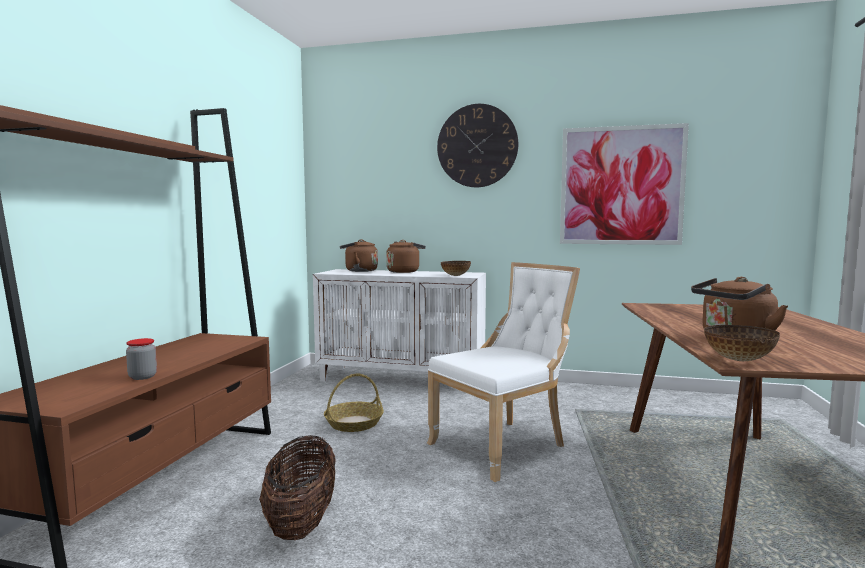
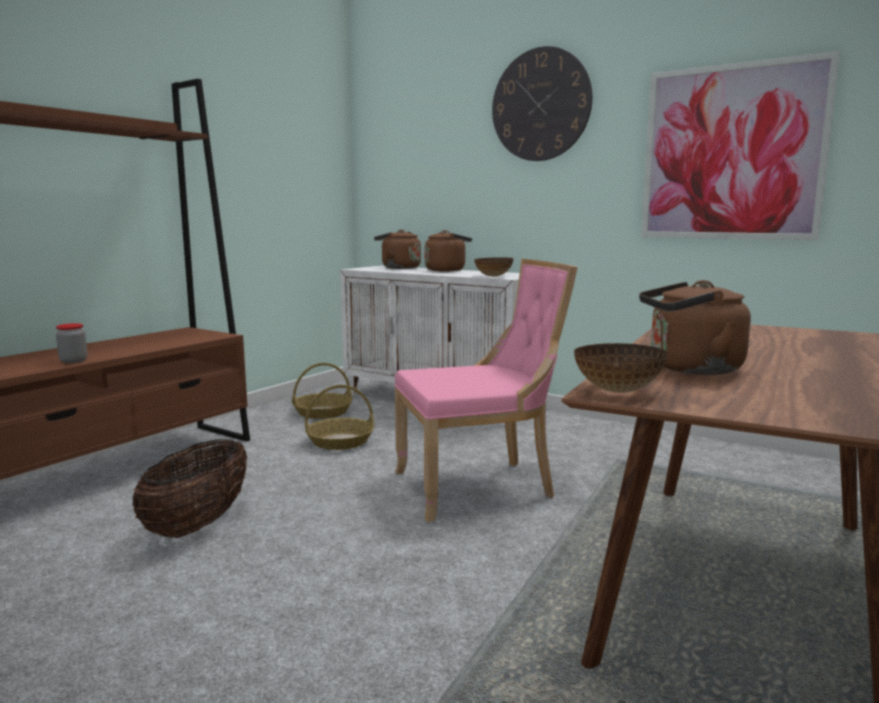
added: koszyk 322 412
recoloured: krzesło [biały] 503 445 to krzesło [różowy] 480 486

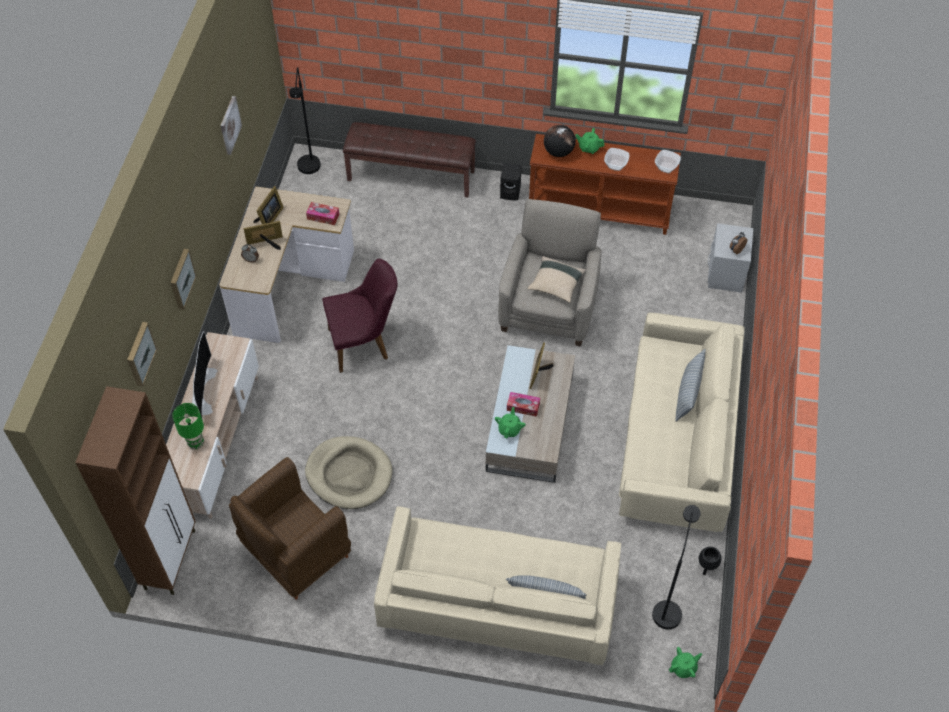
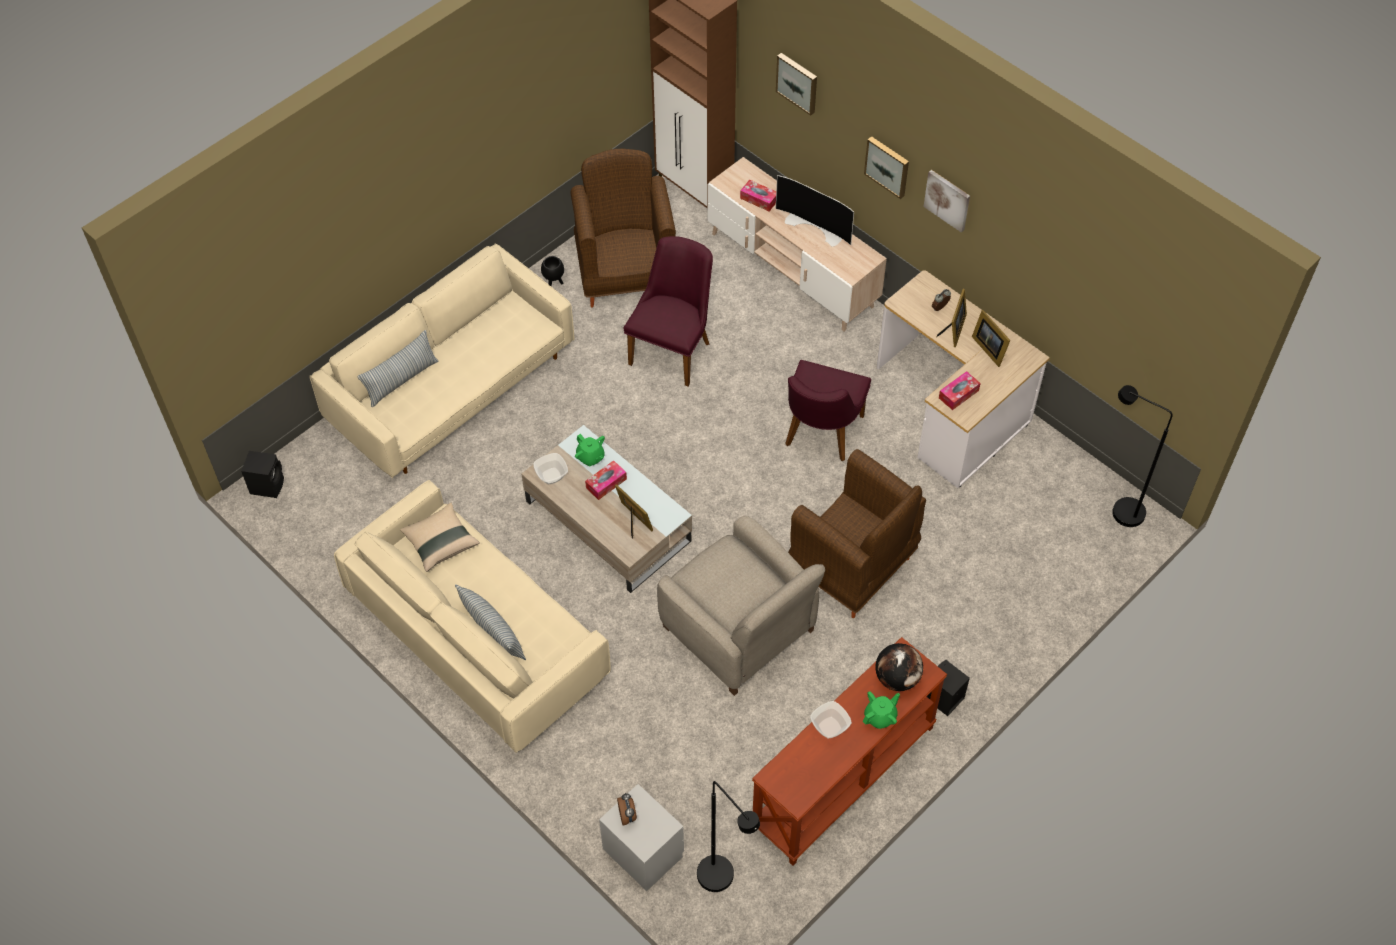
removed: ławka [brązowy] 411 175
added: fotel [brązowy] 852 568
moved: obraz 229 125 to 947 200; poduszka [beżowy] 555 285 to 440 543; lampa stojąca [czarny] 667 607 to 723 881; miska 666 167 to 552 476; donica [czarny] 706 568 to 554 283
replaced: lampa stołowa [zielony] 196 443 to pudełko chusteczek 759 199; legowisko [beżowy] 349 474 to krzesło [fioletowy] 674 348; imbryk [zielony] 683 668 to głośnik [czarny] 268 485

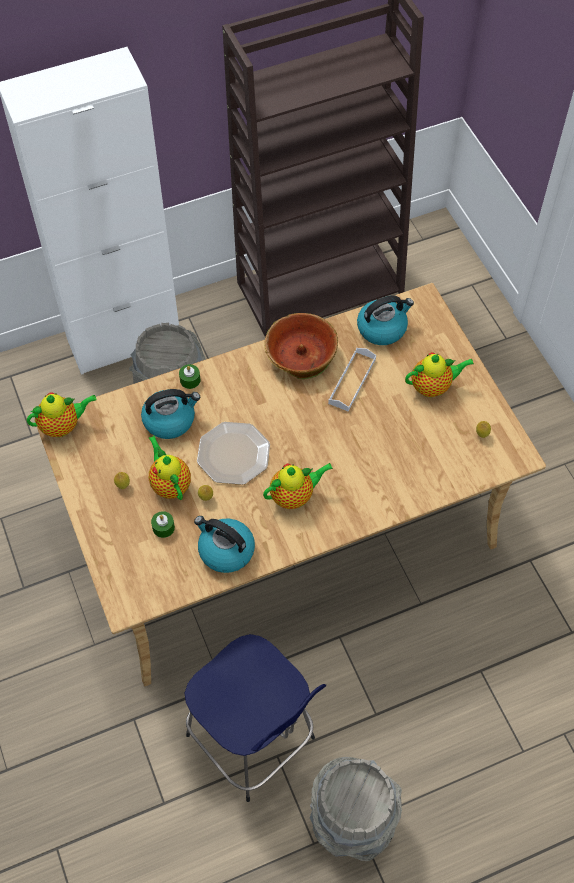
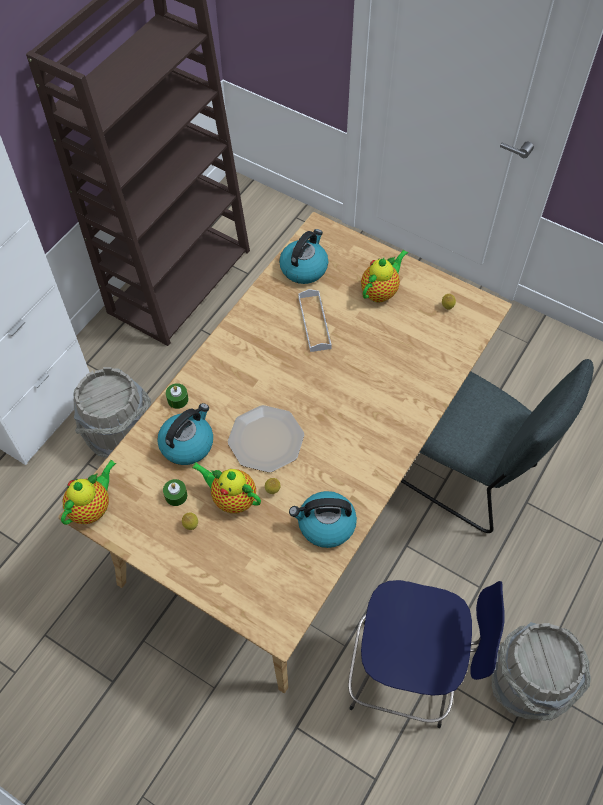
removed: imbryk 294 496; miska 301 355
added: krzesło [szary] 467 474
moved: świeca [zielony] 163 527 to 176 495

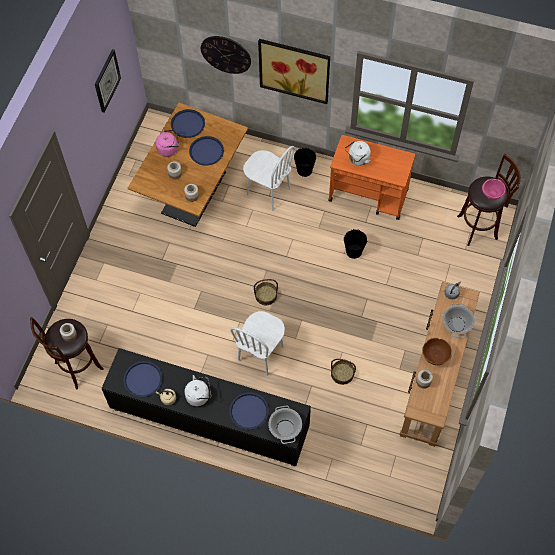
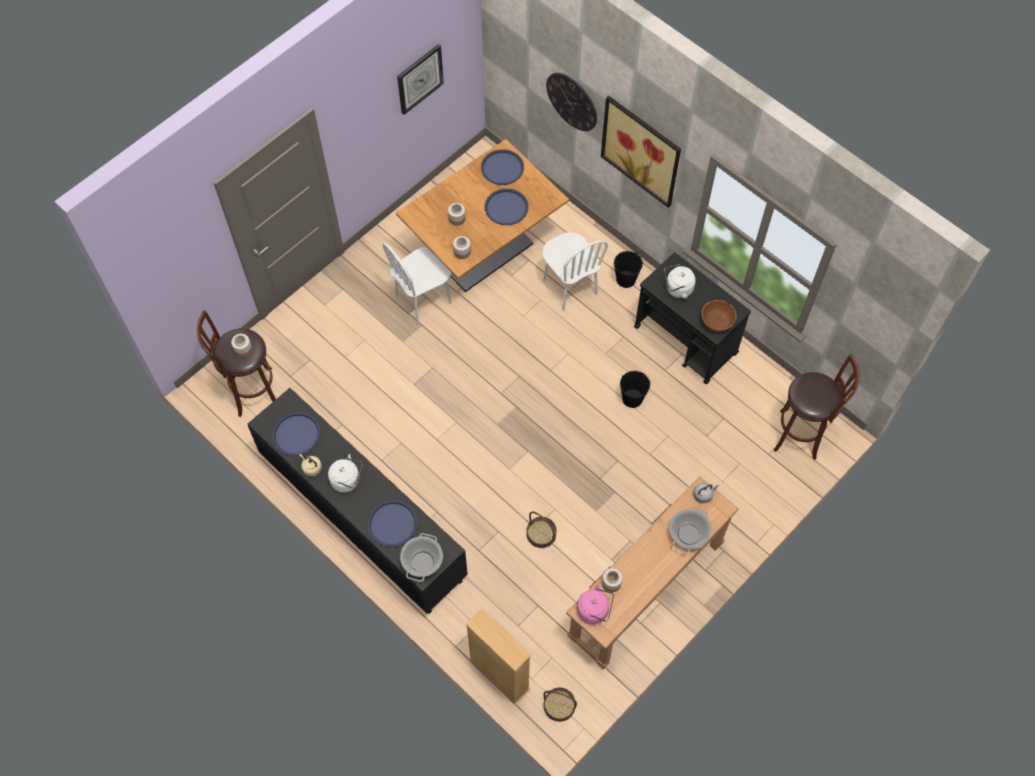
removed: miska [różowy] 491 195
added: regał [beżowy] 499 675
moved: czajnik [różowy] 169 149 to 595 610; krzesło [biały] 261 353 to 423 300; koszyk 266 295 to 559 706; miska [brązowy] 435 356 to 716 322
recoloured: wózek [pomarańczowy] 369 195 to wózek [czarny] 686 341

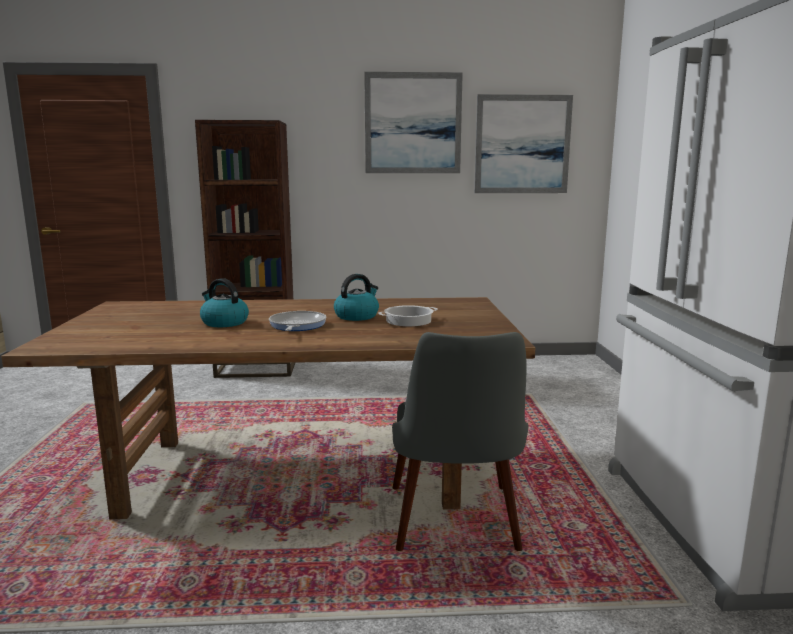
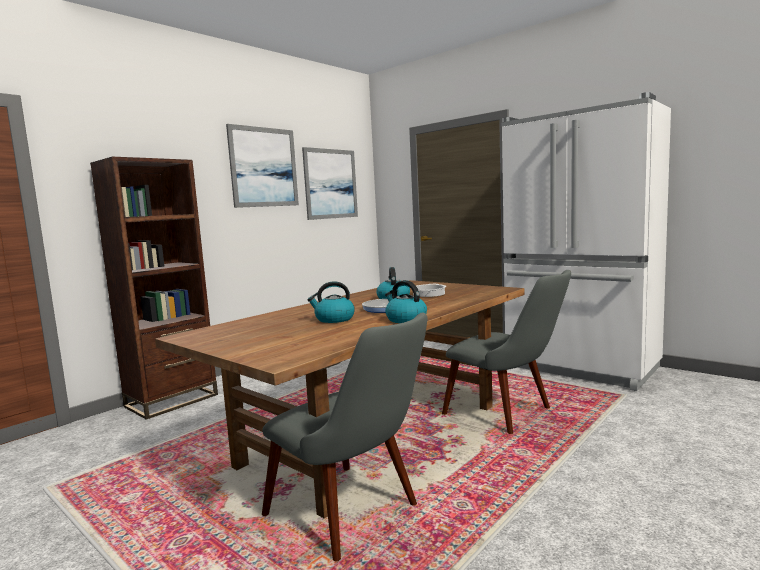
added: krzesło [szary] 355 516; czajnik 405 319

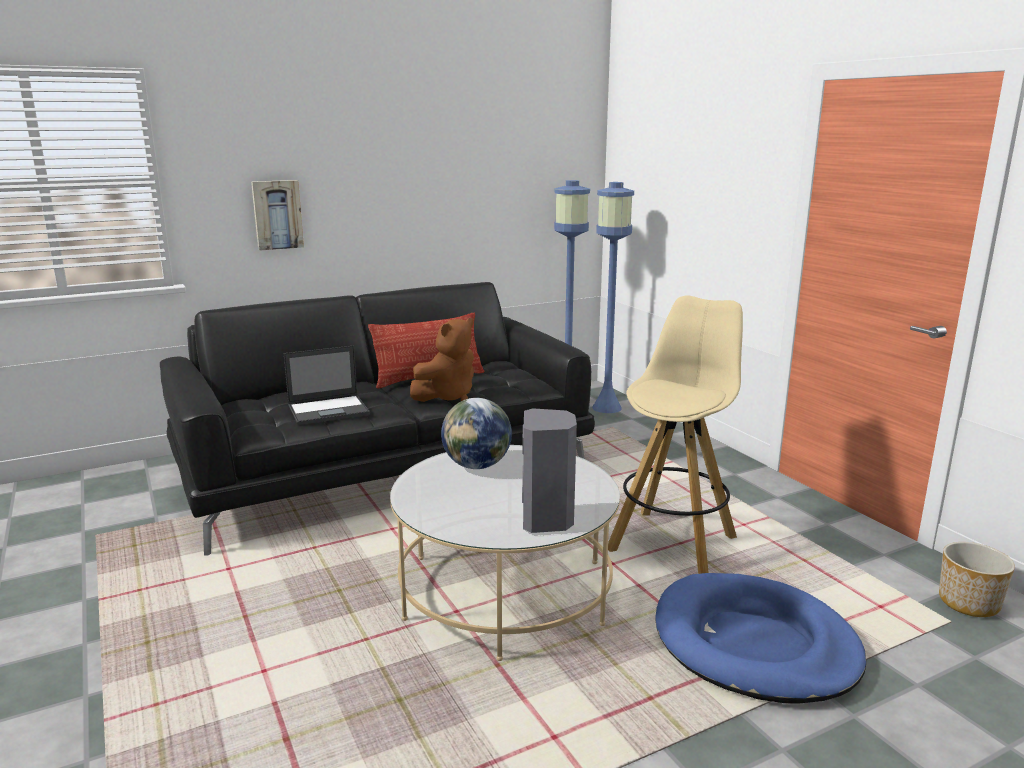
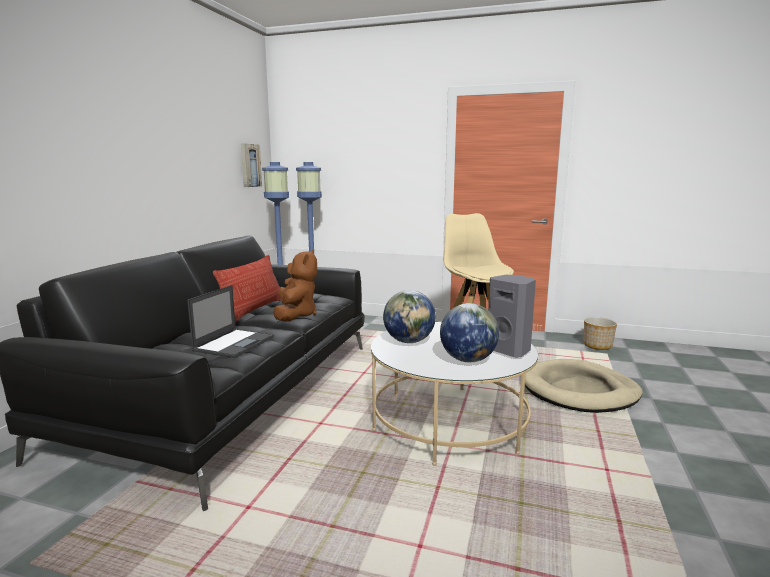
added: globus 467 360
moved: obraz 277 214 to 250 165
recoloured: legowisko [niebieski] 754 644 to legowisko [beżowy] 579 391

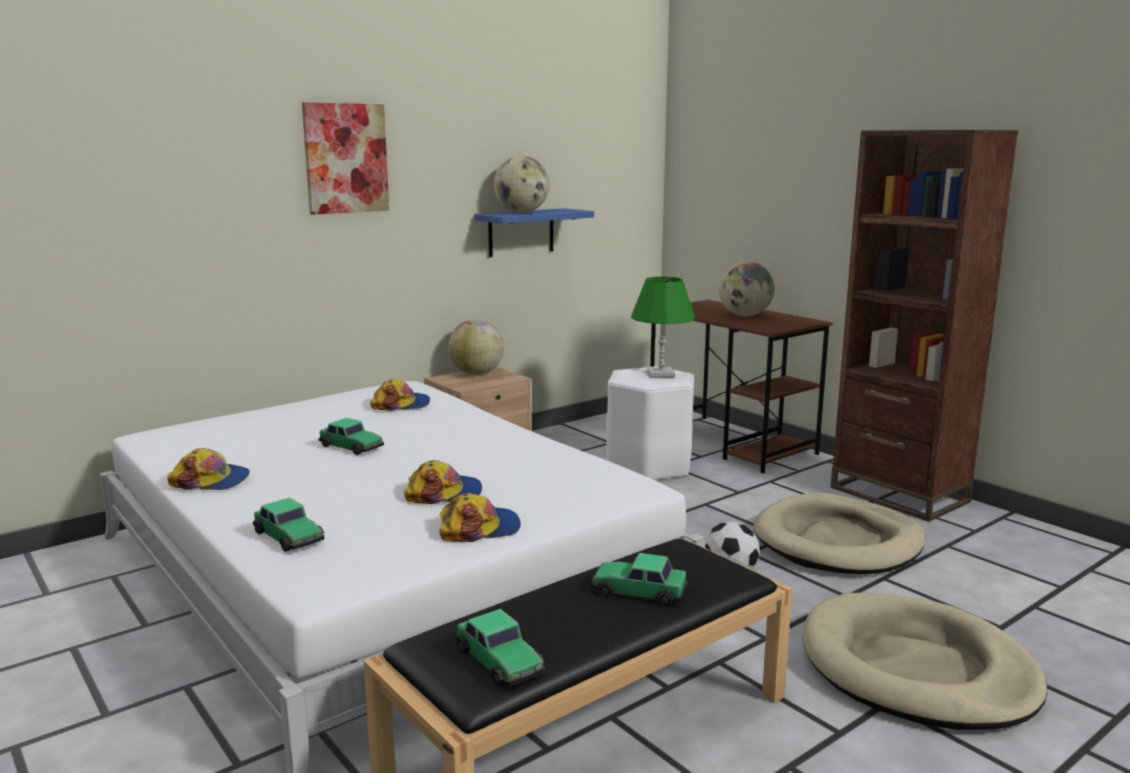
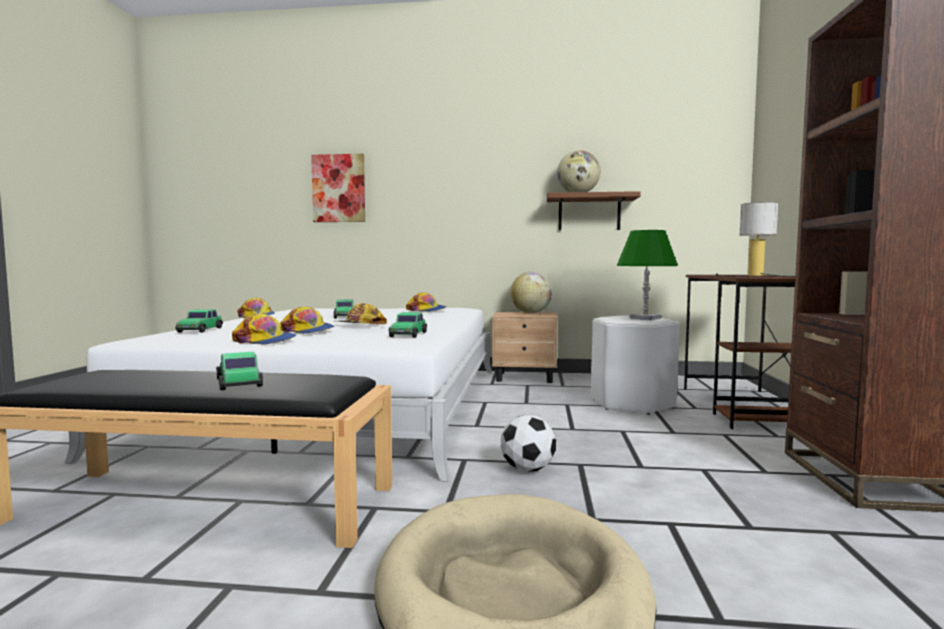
removed: legowisko [beżowy] 838 542
added: czapka z daszkiem 358 325
moved: obraz 346 158 to 339 188; samochodzik 499 661 to 408 334
replaced: globus 744 315 to lampa stołowa 758 276
recoloured: półka [niebieski] 521 232 to półka [brązowy] 589 213

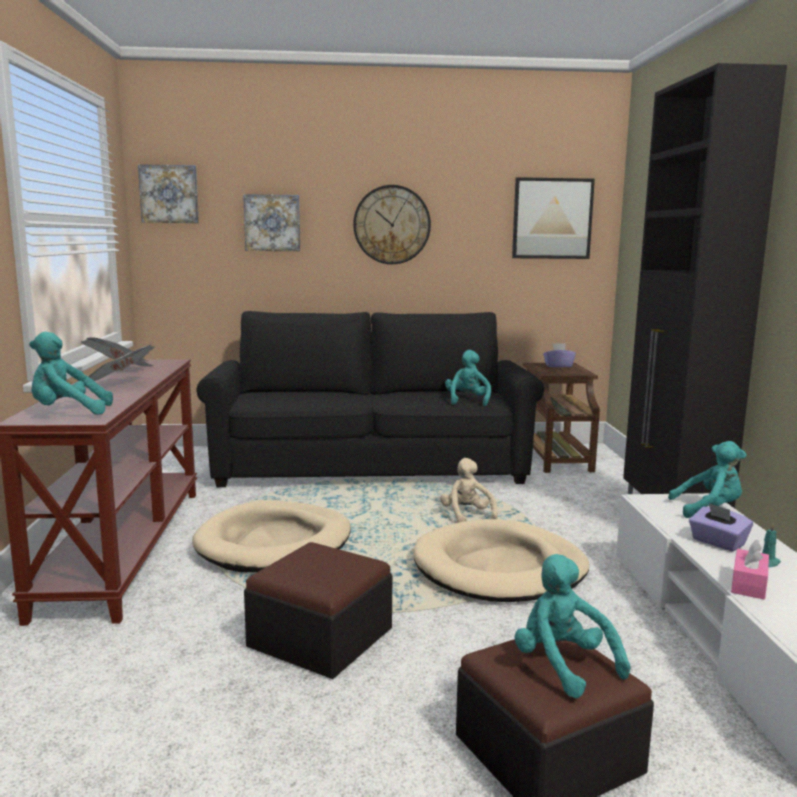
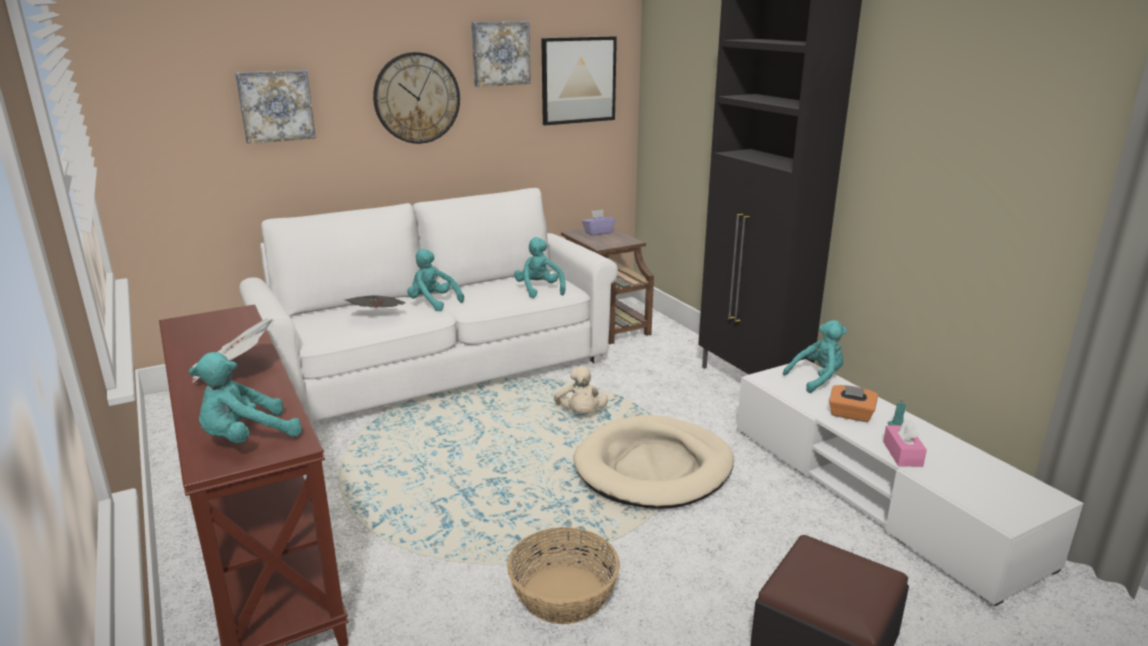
removed: legowisko [beżowy] 275 543
moved: gazeta 120 371 to 378 317; obraz 169 194 to 500 53; pluszak [turkusowy] 563 665 to 432 303
replaced: pufa 320 637 to koszyk 562 593
recoloured: kanapa [czarny] 371 466 to kanapa [biały] 438 369; pudełko chusteczek [fioletowy] 717 542 to pudełko chusteczek [pomarańczowy] 850 415
turned: pluszak [beżowy] 467 516 = 580 414 150 degrees counterclockwise

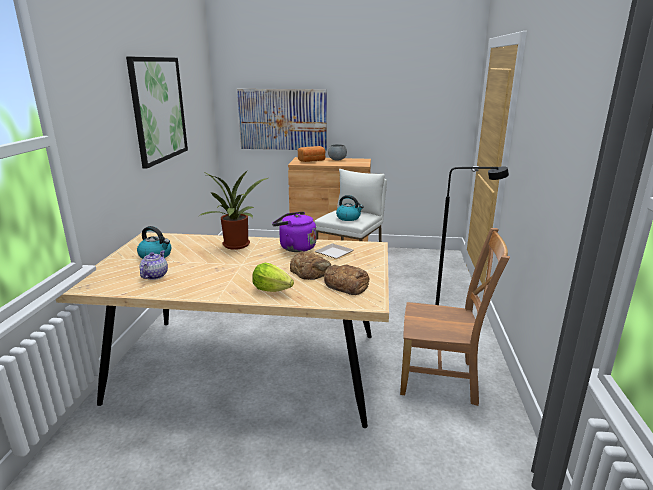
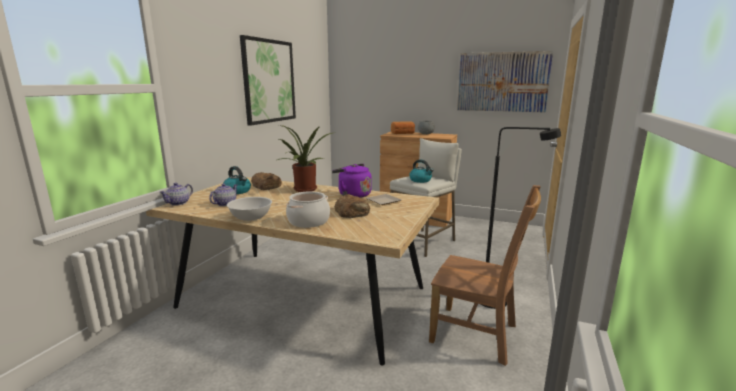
added: imbryk 178 203; miska [biały] 251 218
moved: obraz 282 119 to 502 82; chleb 346 284 to 266 185
replaced: sałata 272 289 to garnek 308 221

